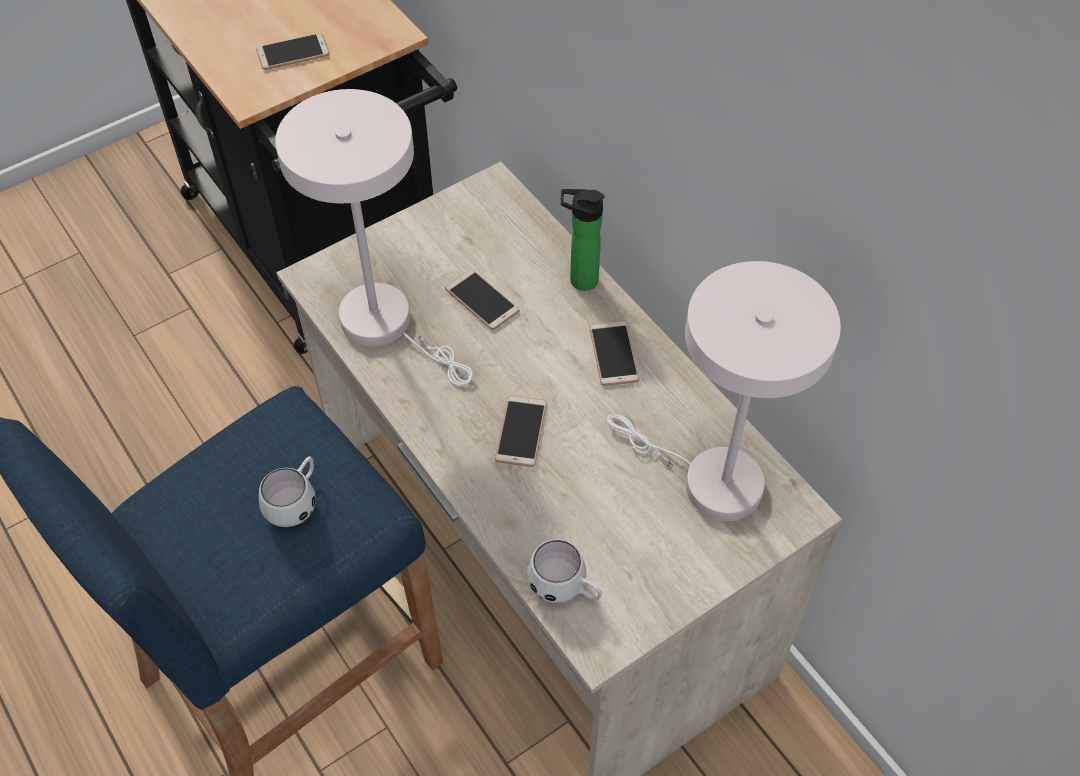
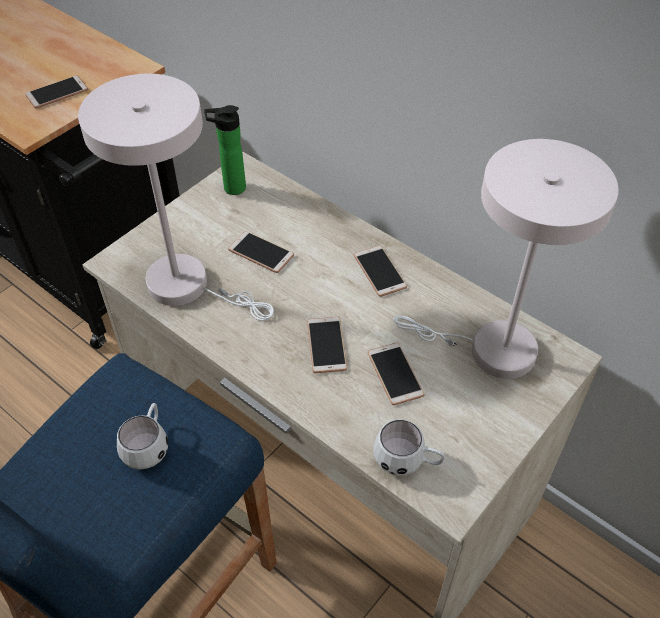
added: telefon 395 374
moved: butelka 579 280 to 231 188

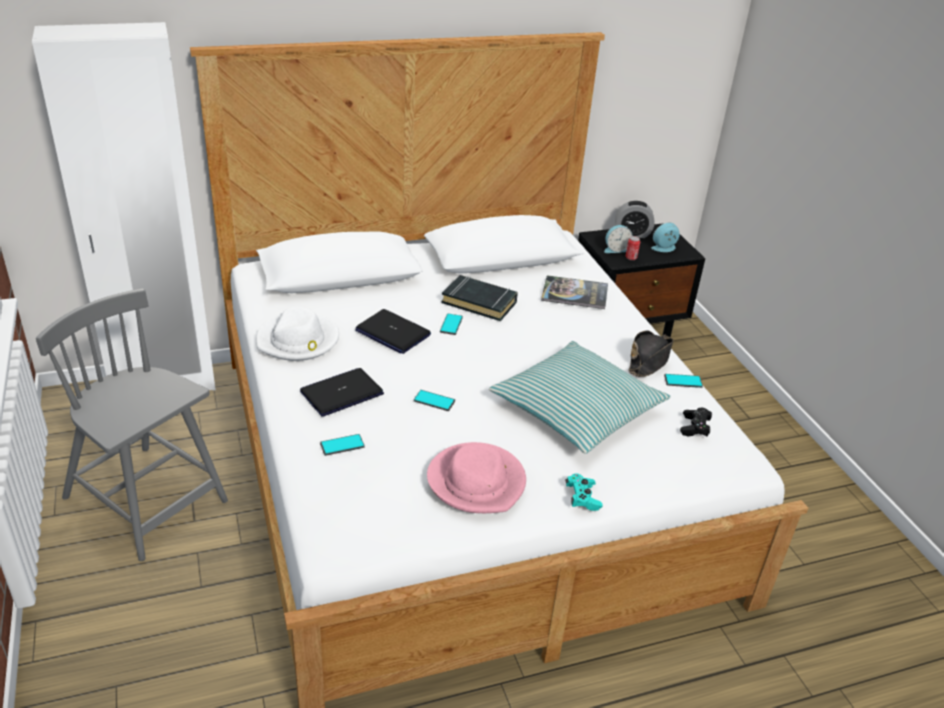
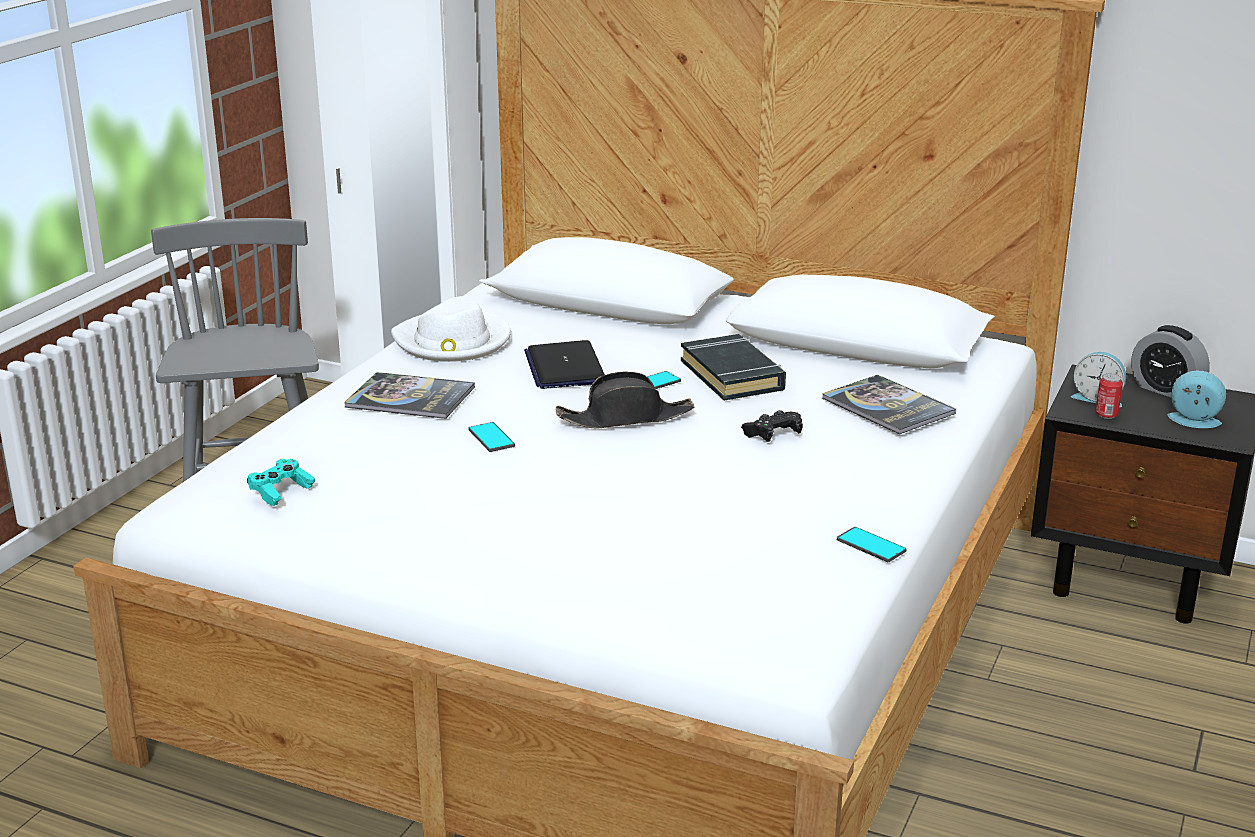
removed: telefon 342 445; kapelusz [różowy] 477 482; poduszka 576 409
moved: pad do gier [turkusowy] 582 498 to 281 491; kapelusz [czarny] 649 360 to 625 418; pad do gier [czarny] 694 427 to 772 435
replaced: laptop 342 393 to książka 410 398

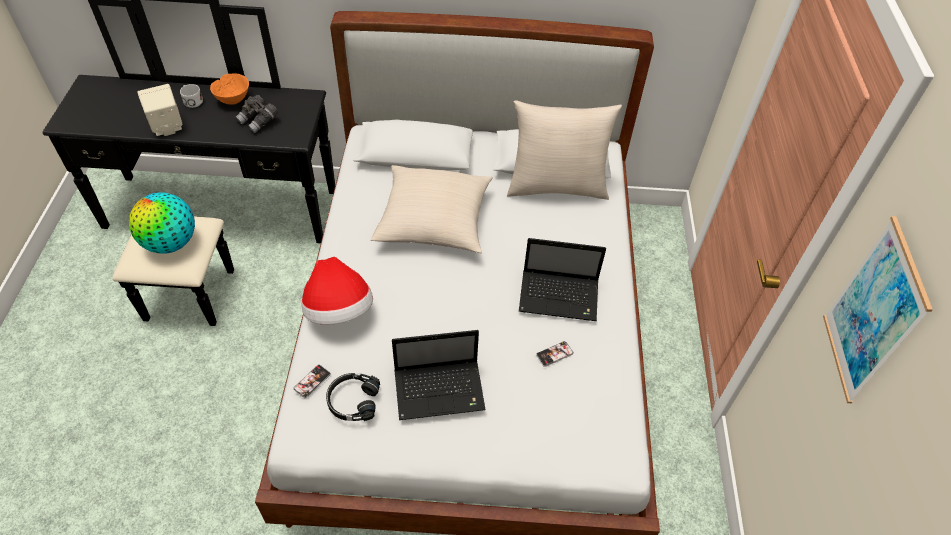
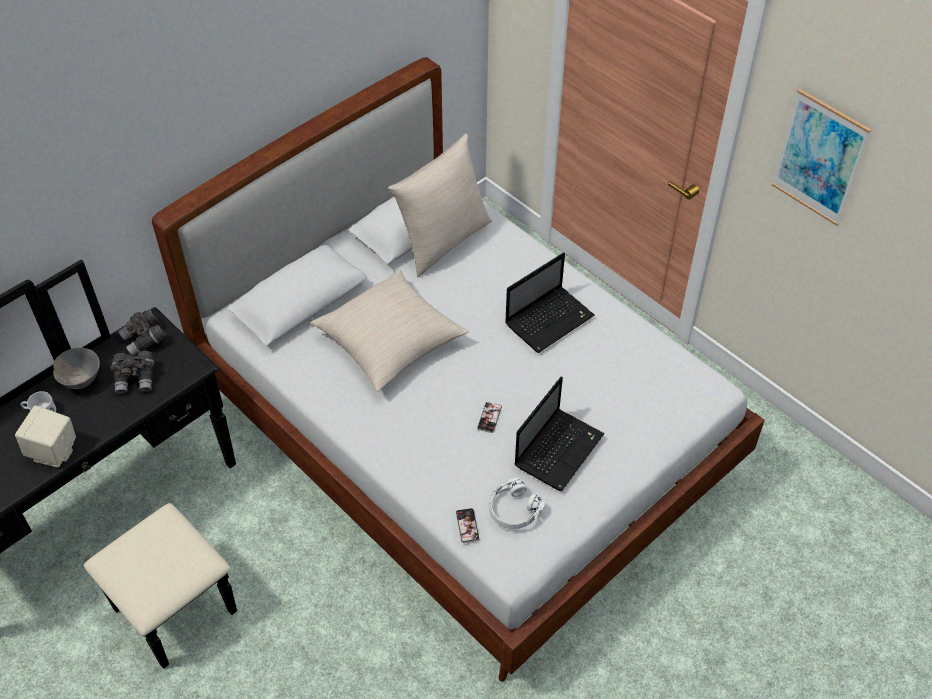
removed: globus 171 243; kapelusz 339 310
added: lornetka [szary] 144 340
moved: telefon 554 354 to 489 418
recoloured: miska [pomarańczowy] 233 99 to miska [szary] 81 380; słuchawki [czarny] 353 400 to słuchawki [biały] 513 510

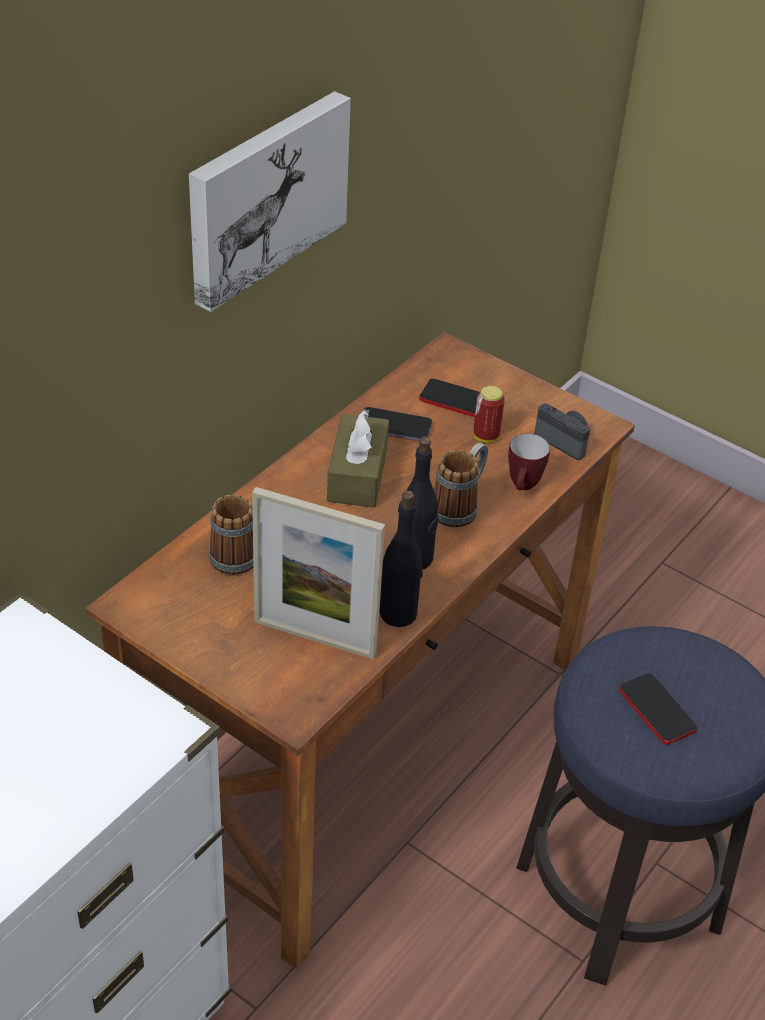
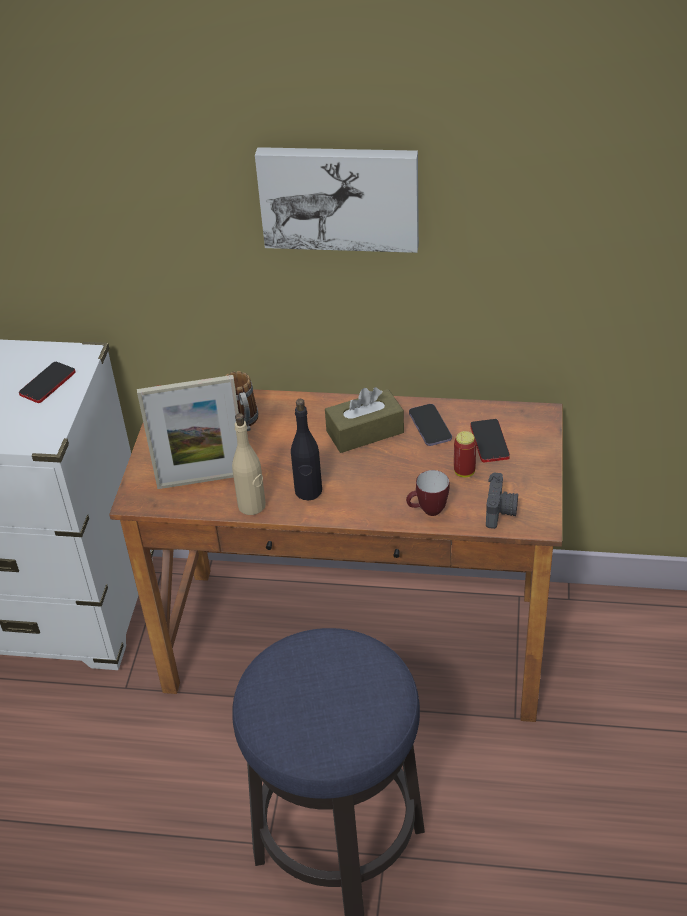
removed: kubek 460 506
moved: telefon 657 710 to 47 383
recoloured: butelka [czarny] 399 613 to butelka [beżowy] 252 506
turned: ramka na zdjęcie 314 637 = 202 480 90 degrees counterclockwise

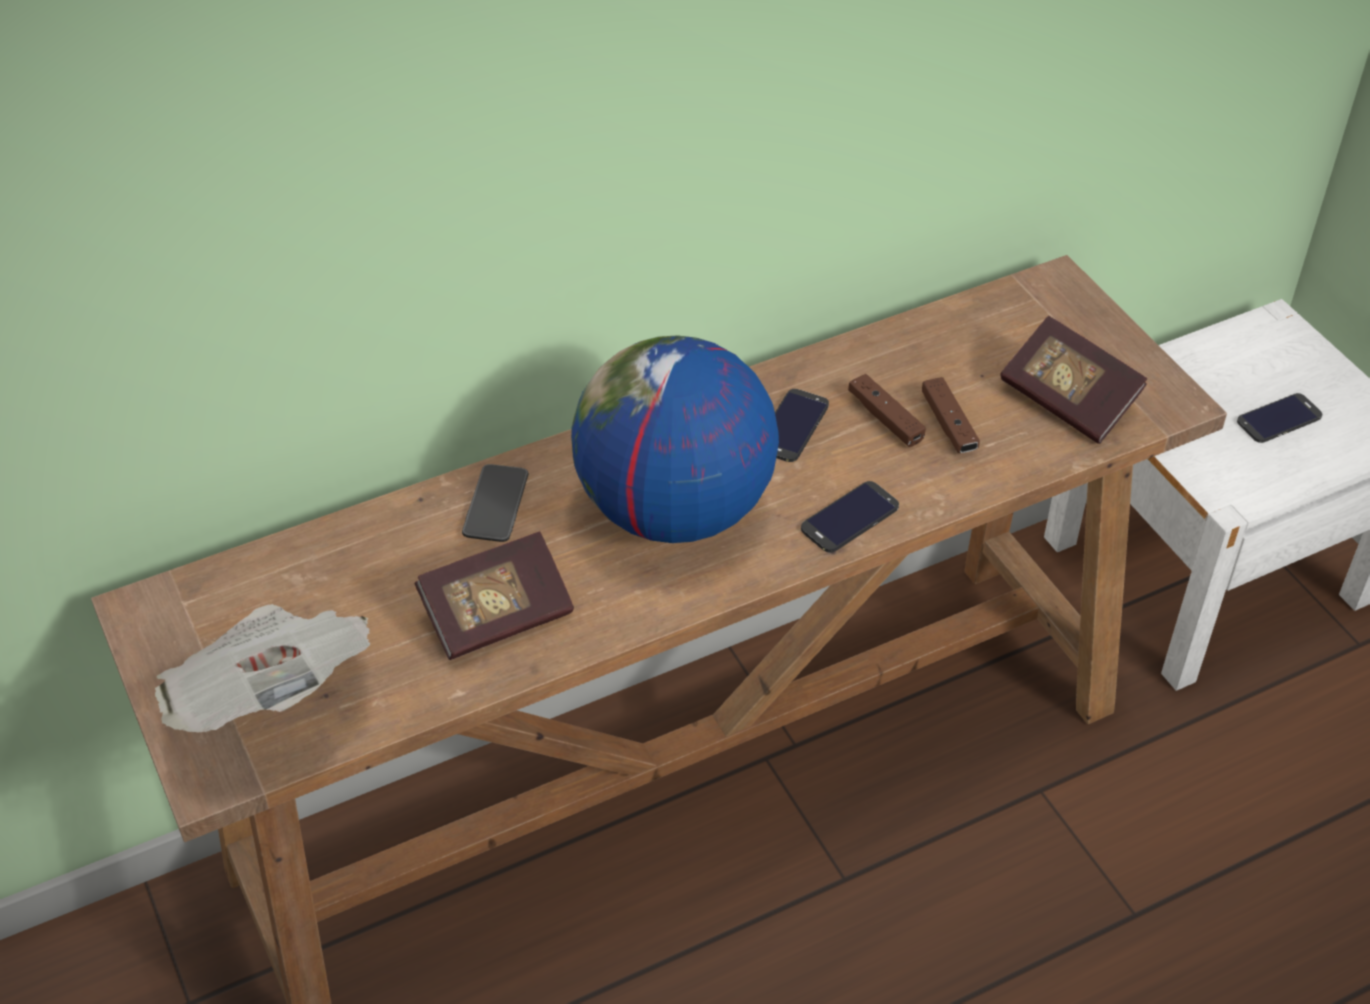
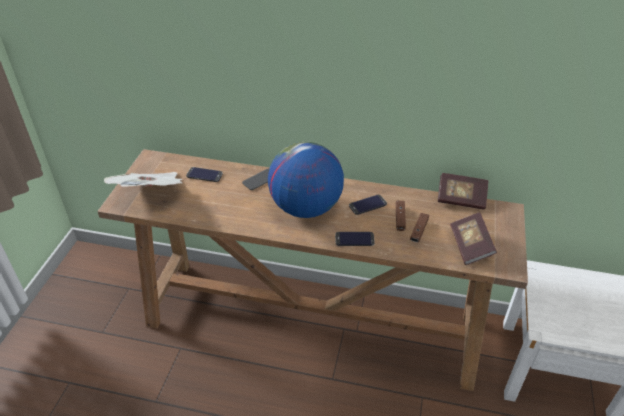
moved: książka 497 615 to 461 199; telefon 1279 419 to 204 175

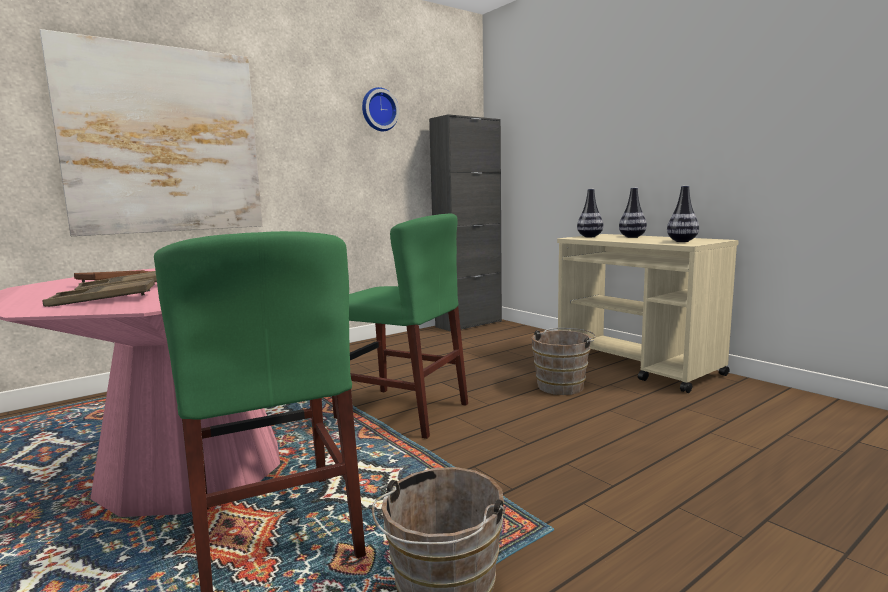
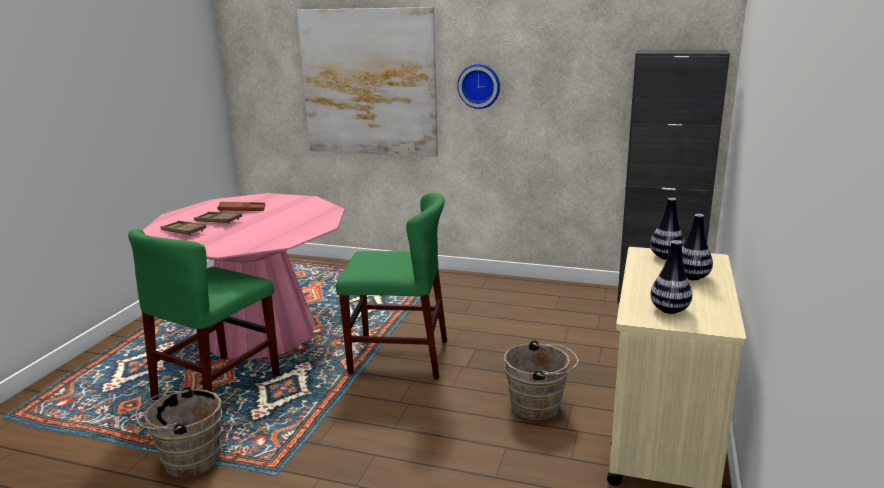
moved: zegar ścienny 378 110 to 479 86
turned: krzesło [zielony] 402 411 = 399 357 75 degrees counterclockwise

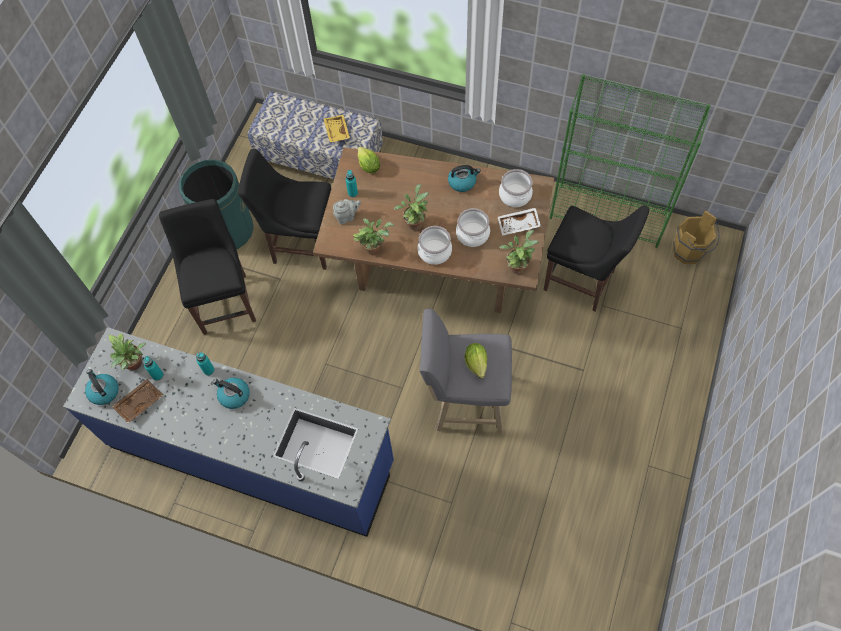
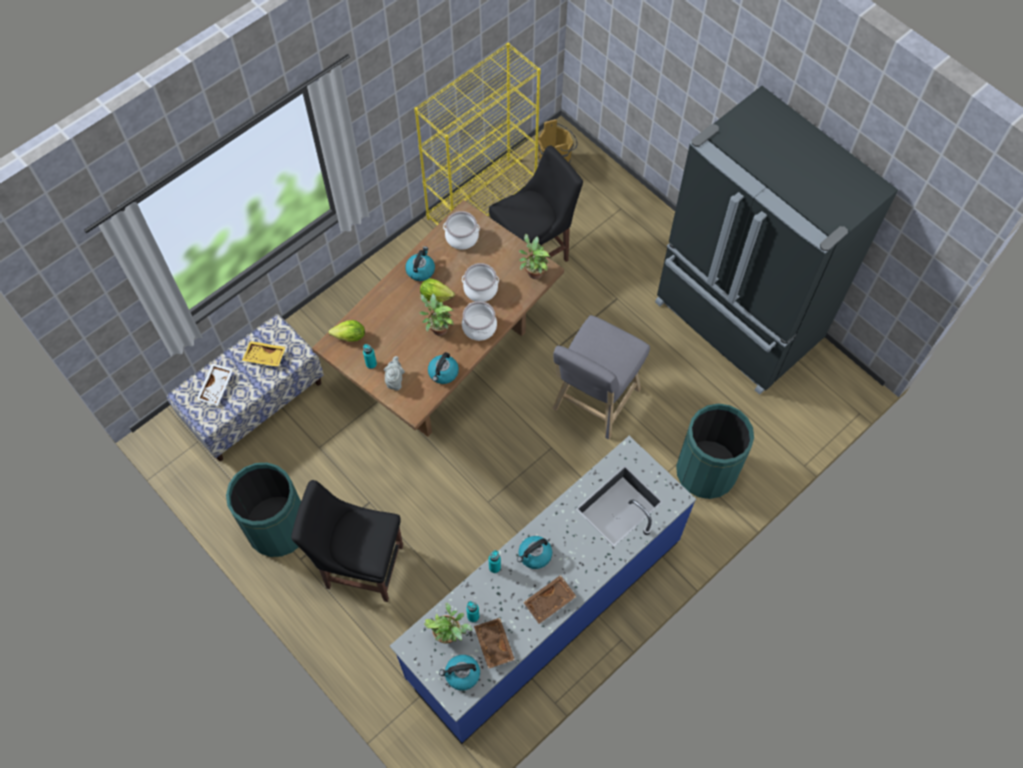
removed: krzesło [czarny] 301 244
added: taca [brązowy] 550 602; lodówka [czarny] 736 322; kosz na śmieci [zielony] 705 471
moved: sałata 476 363 to 436 296; taca [biały] 518 225 to 217 387
replaced: roślina doniczkowa 374 247 to czajnik 443 373
recoloured: regał [zielony] 608 216 to regał [żółty] 482 200

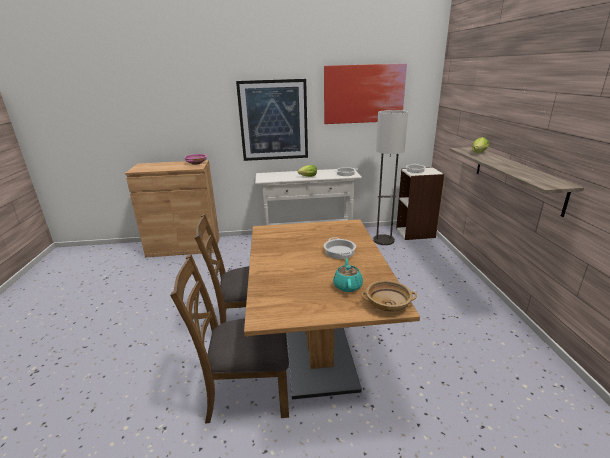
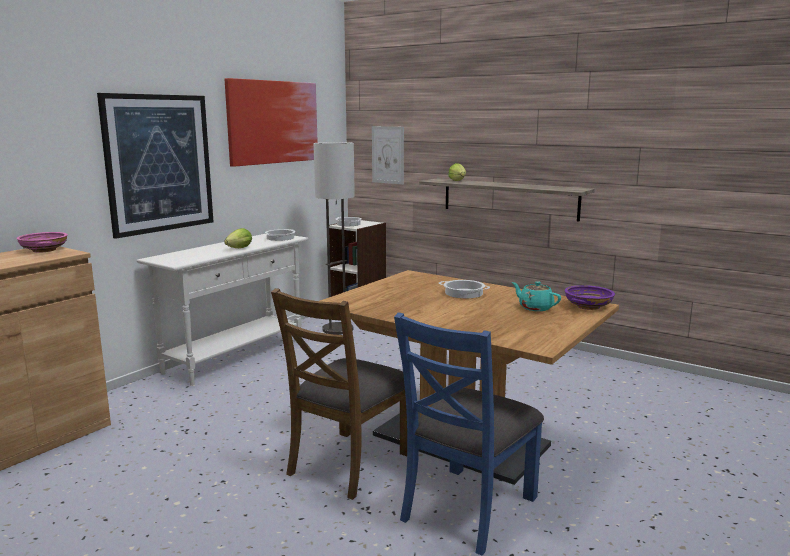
added: obraz 388 155
recoloured: krzesło [brązowy] 247 392 to krzesło [niebieski] 467 508; miska [beżowy] 388 304 to miska [fioletowy] 588 306

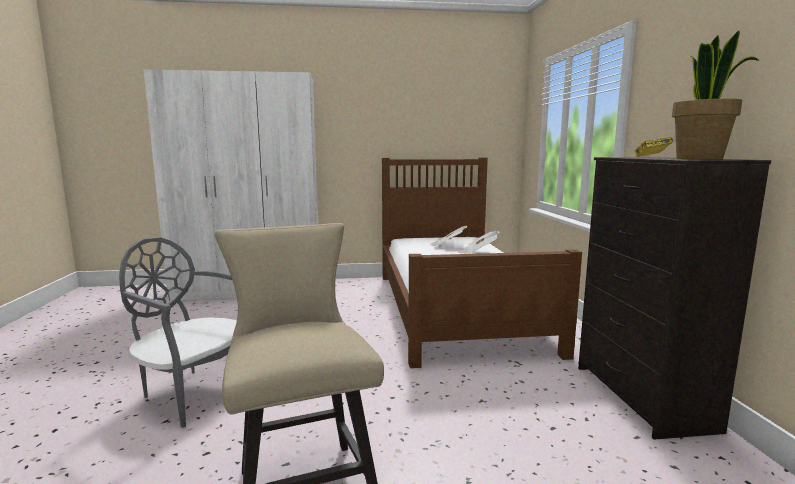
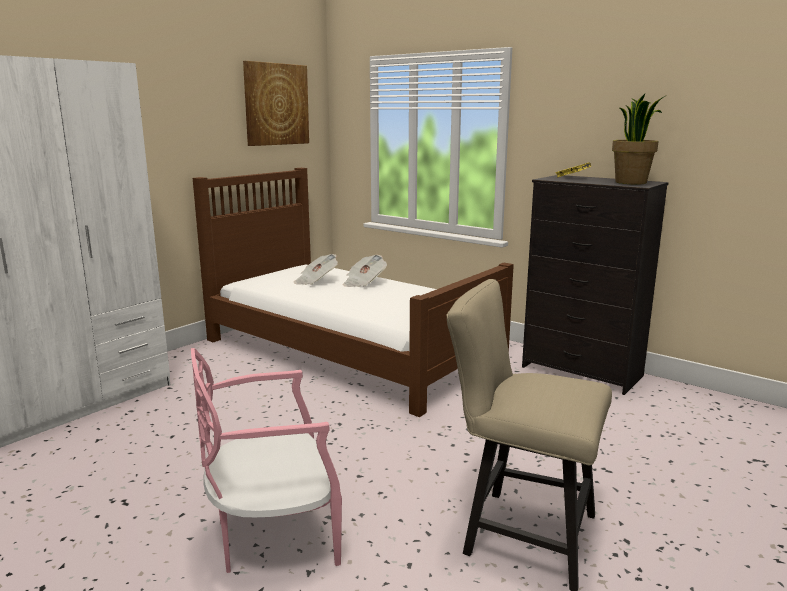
added: obraz 276 104
recoloured: krzesło [szary] 195 392 to krzesło [różowy] 273 535

